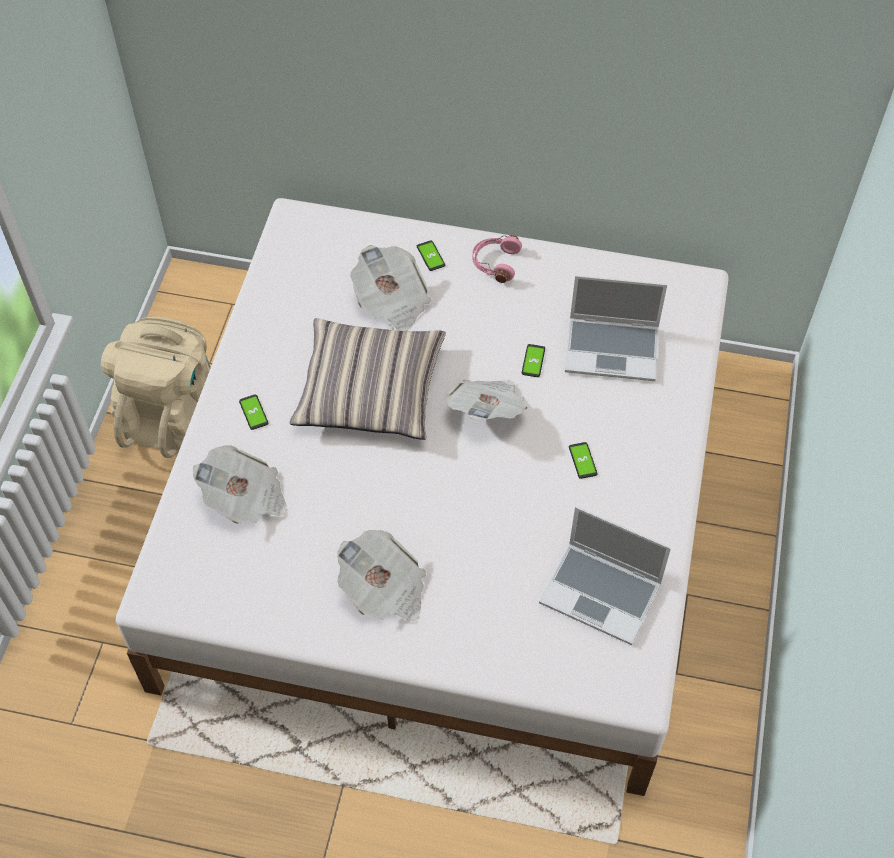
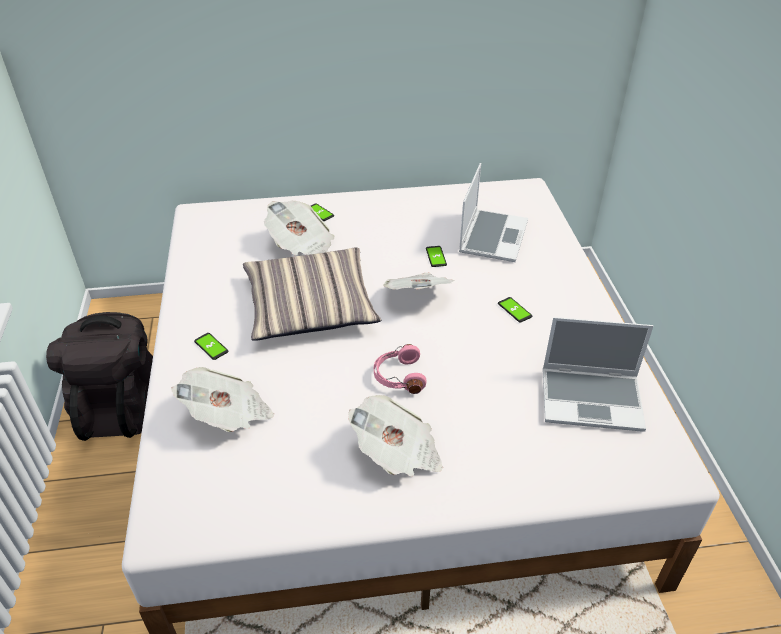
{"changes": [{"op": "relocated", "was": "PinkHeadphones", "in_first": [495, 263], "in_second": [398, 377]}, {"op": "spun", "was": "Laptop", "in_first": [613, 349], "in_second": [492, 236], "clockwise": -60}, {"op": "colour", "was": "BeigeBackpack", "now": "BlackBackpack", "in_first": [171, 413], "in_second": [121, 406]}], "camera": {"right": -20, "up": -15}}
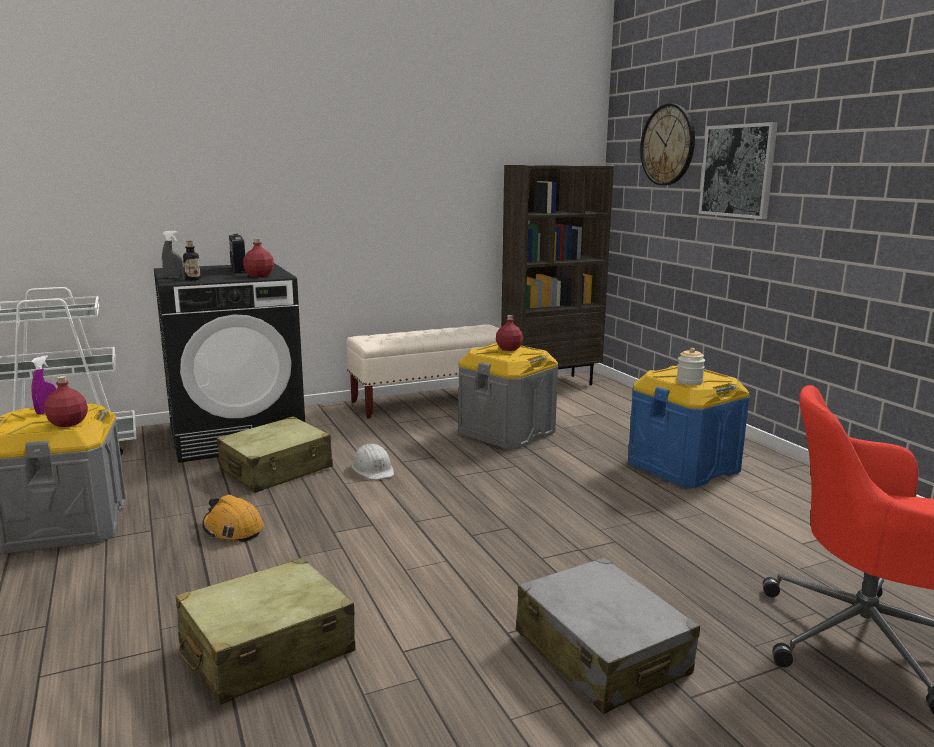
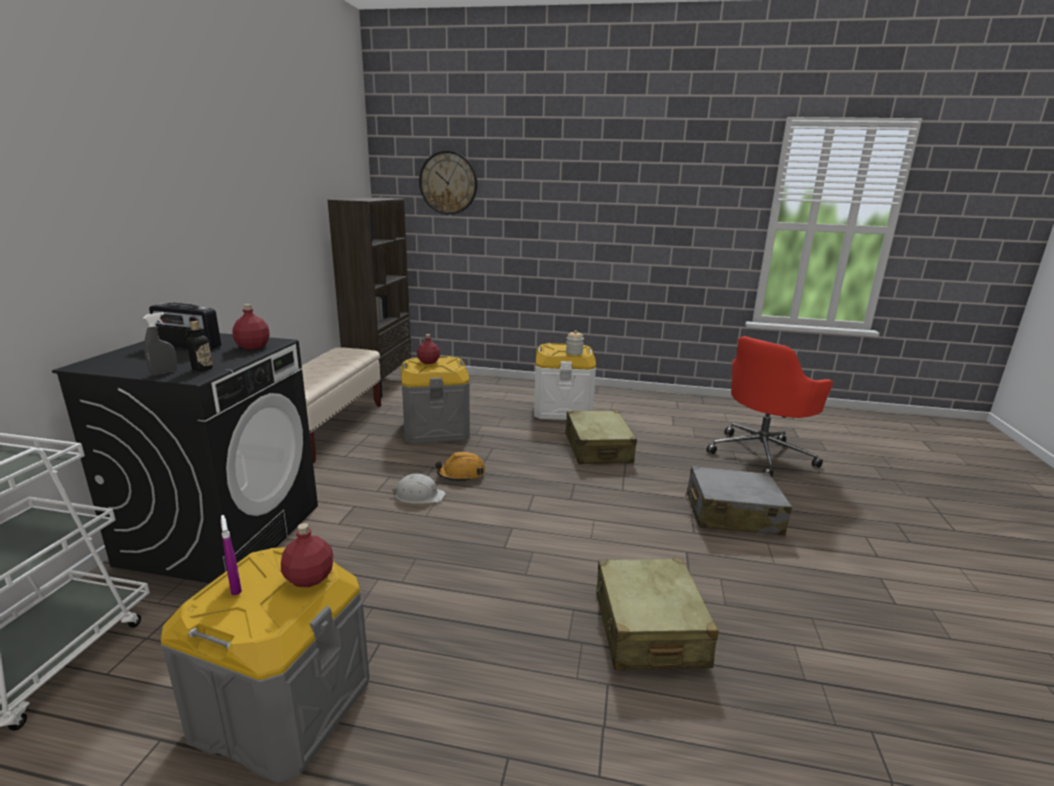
{"changes": [{"op": "missing", "was": "Picture", "in_first": [738, 171]}, {"op": "colour", "was": "BlueStorageBox", "now": "WhiteStorageBox", "in_first": [683, 466], "in_second": [562, 409]}, {"op": "relocated", "was": "BeigeSuitcase", "in_first": [277, 469], "in_second": [598, 449]}, {"op": "relocated", "was": "OrangeHardHat", "in_first": [233, 529], "in_second": [461, 474]}], "camera": {"right": -55, "up": 5}}
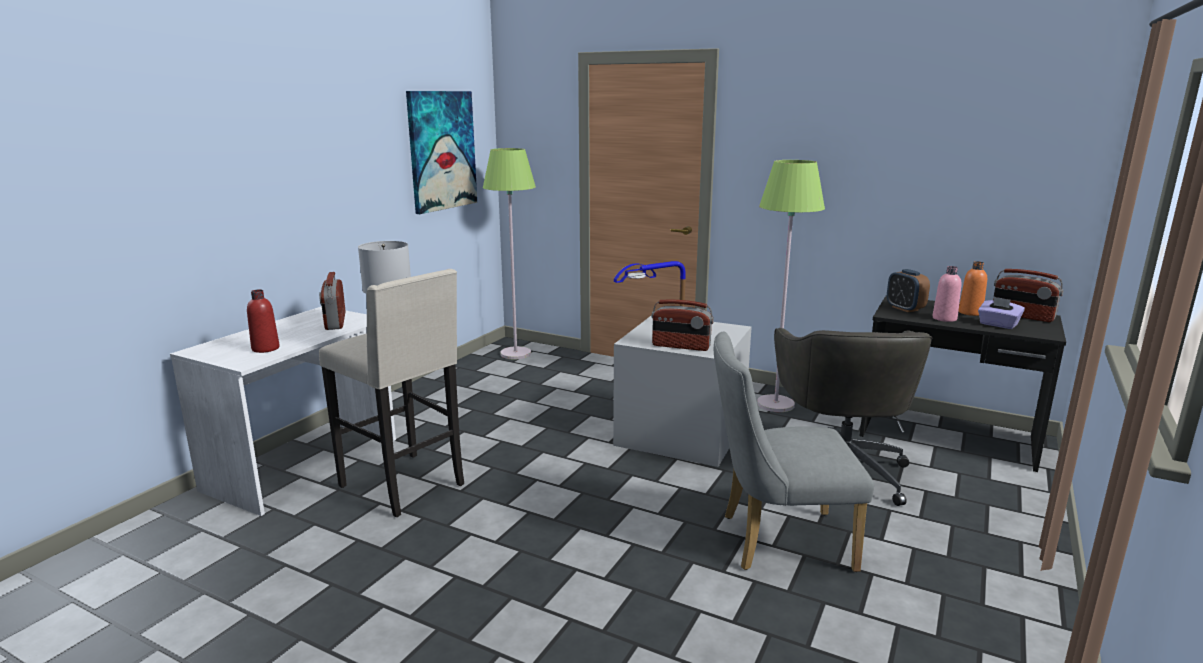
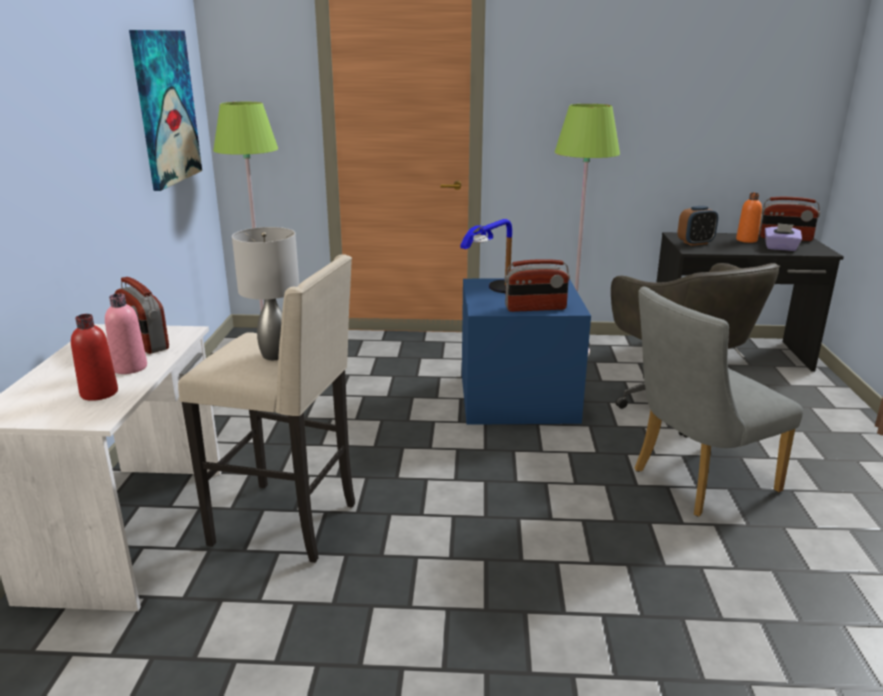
{"changes": [{"op": "relocated", "was": "PinkBottle", "in_first": [944, 318], "in_second": [130, 368]}, {"op": "spun", "was": "AlarmClock", "in_first": [905, 308], "in_second": [695, 243], "clockwise": -60}, {"op": "colour", "was": "GreyStorageBox", "now": "BlueStorageBox", "in_first": [679, 433], "in_second": [516, 398]}], "camera": {"right": -25, "up": 5}}
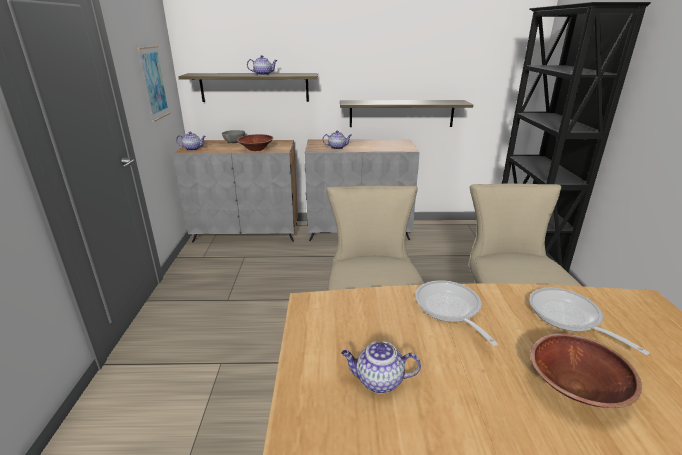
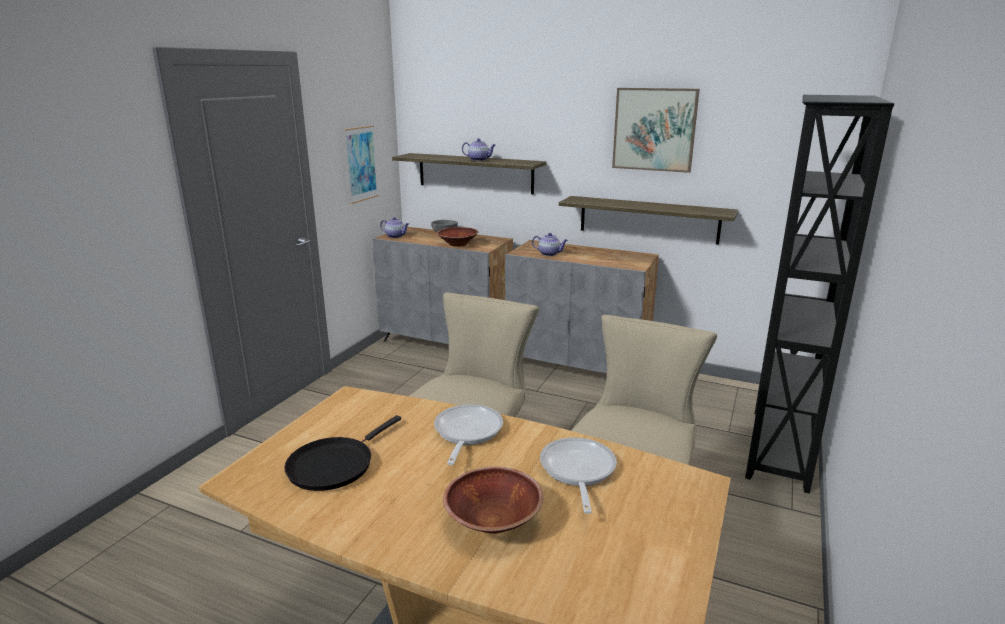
{"changes": [{"op": "exchanged", "was": "Teapot", "now": "BlackFryingPan", "in_first": [378, 381], "in_second": [334, 465]}, {"op": "appeared", "now": "Picture", "in_second": [654, 129]}], "camera": {"right": 25, "up": -5}}
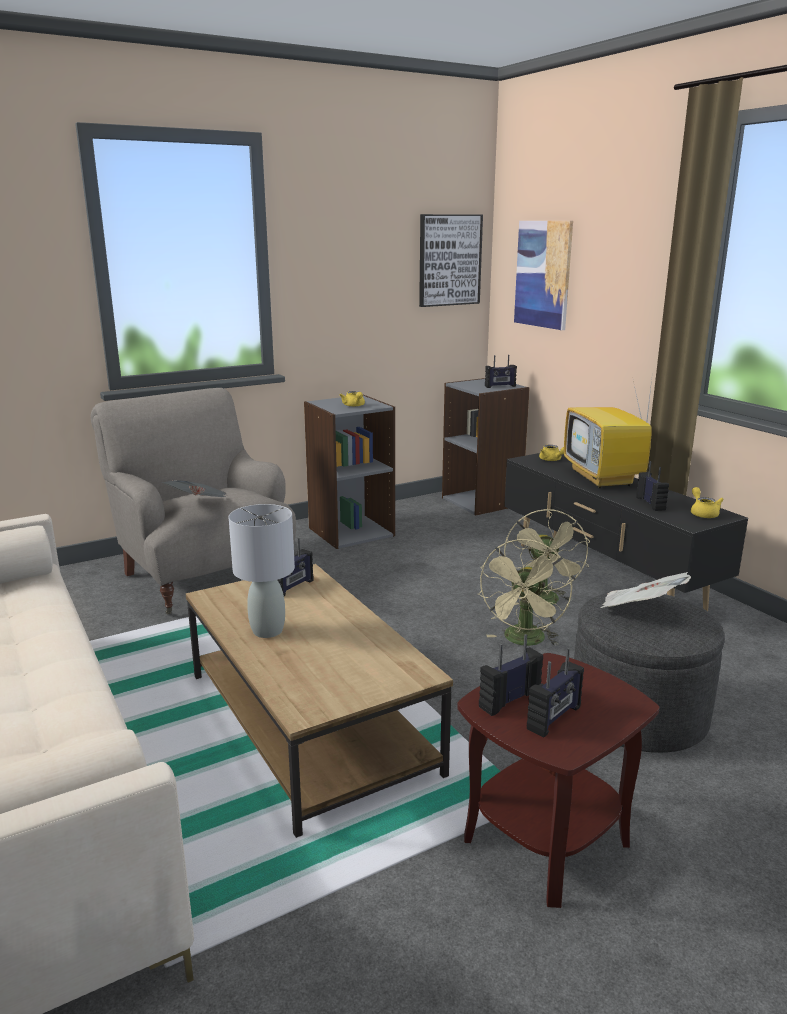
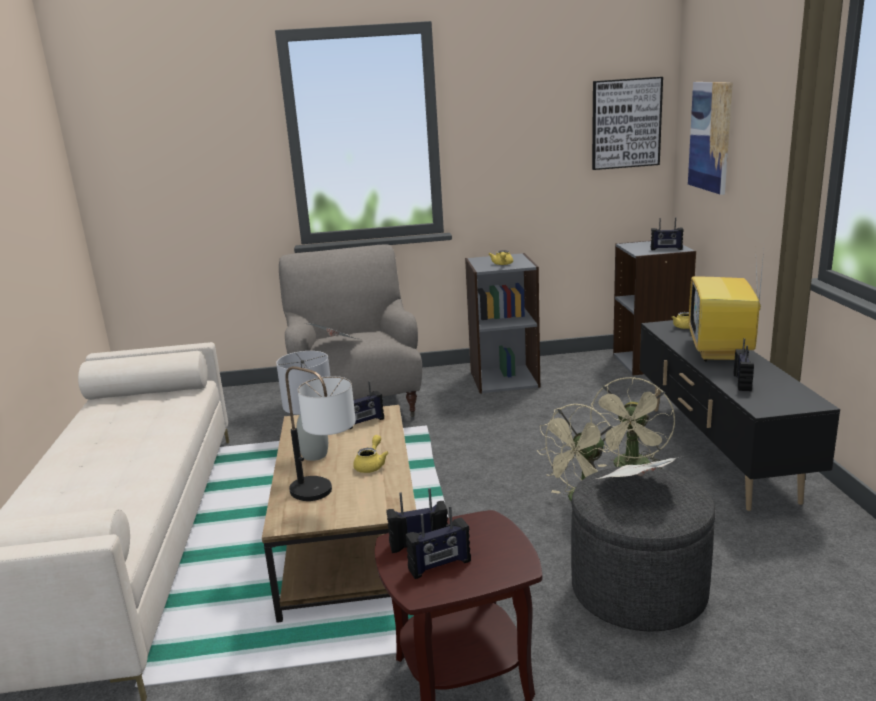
{"changes": [{"op": "relocated", "was": "YellowTeapot", "in_first": [703, 513], "in_second": [371, 465]}, {"op": "appeared", "now": "TableLamp", "in_second": [326, 496]}], "camera": {"right": 25, "up": 0}}
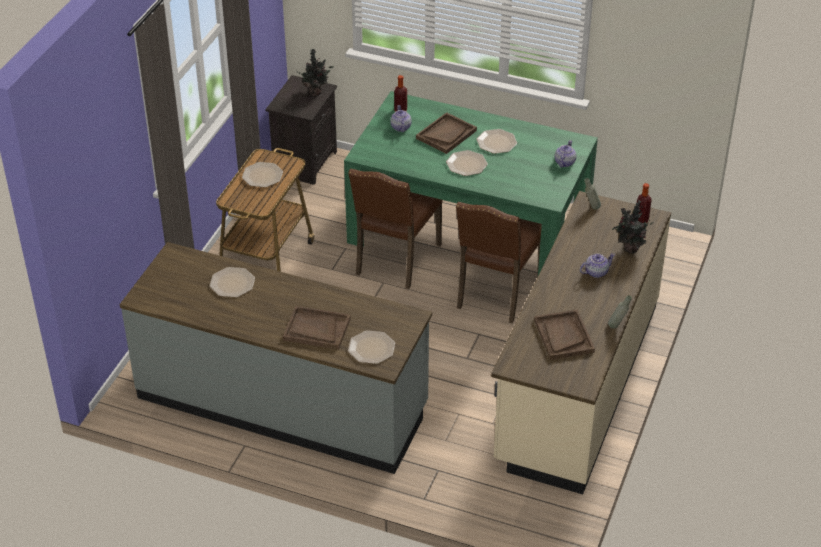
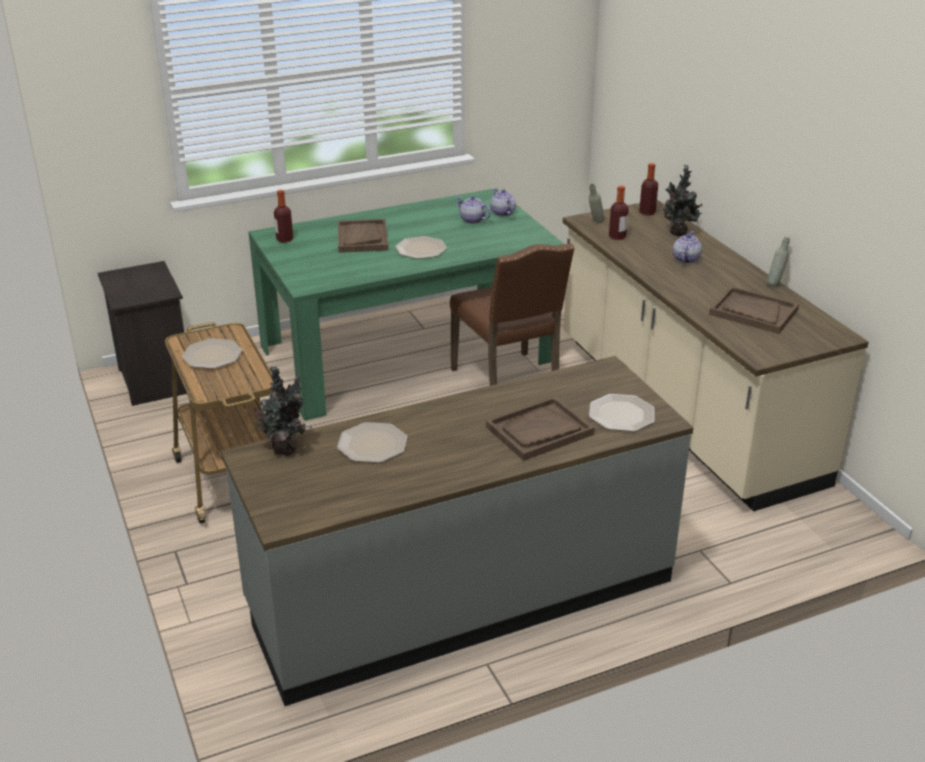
{"changes": [{"op": "relocated", "was": "PottedPlant", "in_first": [316, 92], "in_second": [285, 448]}, {"op": "relocated", "was": "Teapot", "in_first": [400, 127], "in_second": [472, 220]}, {"op": "missing", "was": "Plate", "in_first": [496, 142]}, {"op": "missing", "was": "BrownChair", "in_first": [395, 260]}, {"op": "appeared", "now": "Bottle", "in_second": [617, 237]}], "camera": {"right": -45, "up": -10}}
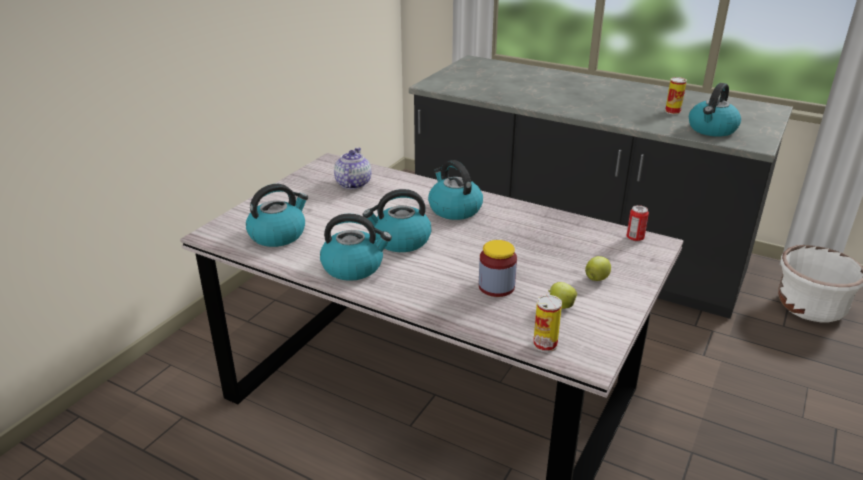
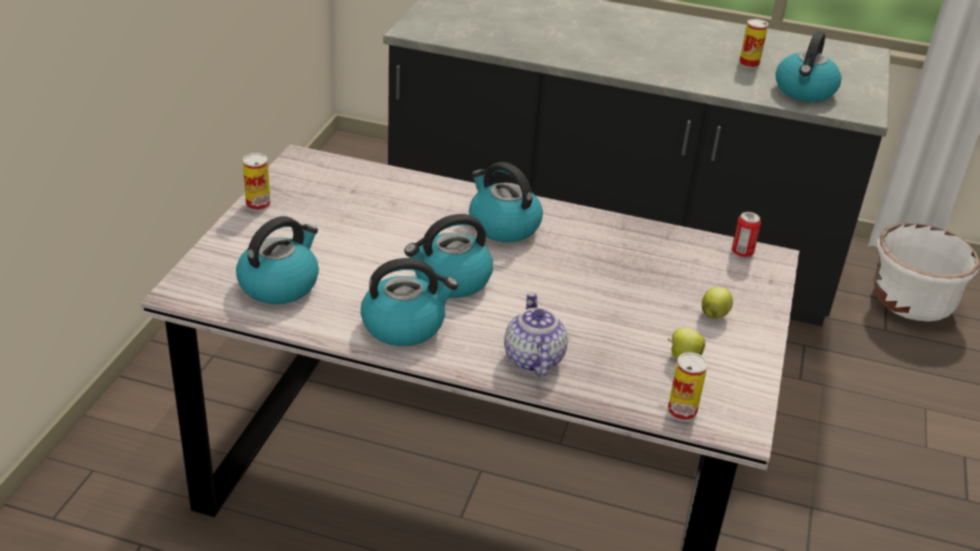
{"changes": [{"op": "relocated", "was": "Teapot", "in_first": [352, 184], "in_second": [532, 358]}, {"op": "missing", "was": "Jar", "in_first": [496, 287]}, {"op": "appeared", "now": "Can", "in_second": [258, 204]}], "camera": {"right": -15, "up": 5}}
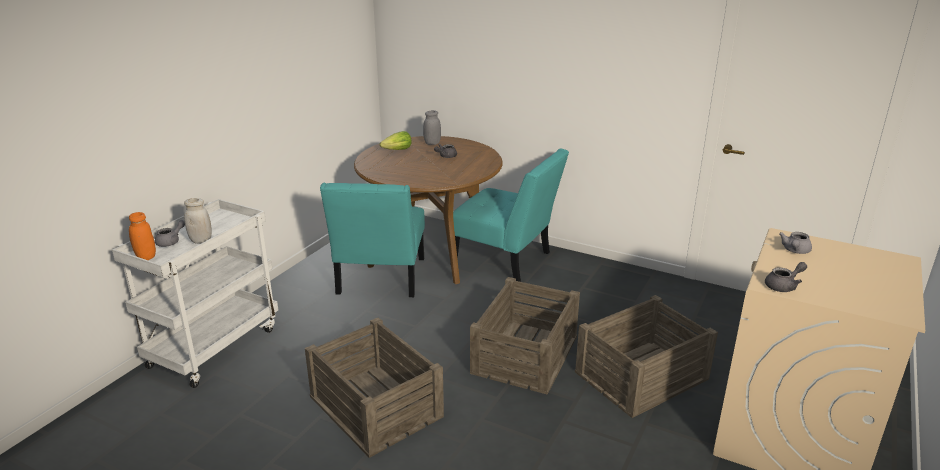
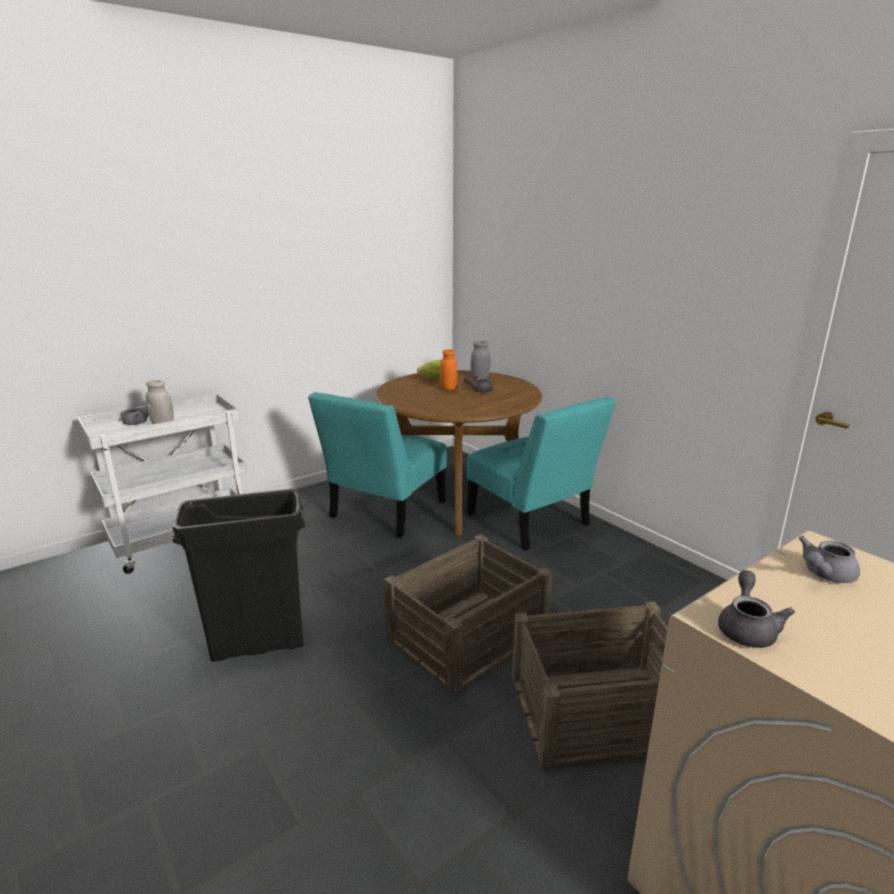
{"changes": [{"op": "relocated", "was": "OrangeJar", "in_first": [146, 257], "in_second": [448, 388]}, {"op": "spun", "was": "GreyTeapot", "in_first": [783, 286], "in_second": [747, 628], "clockwise": -75}, {"op": "exchanged", "was": "Crate", "now": "BlackTrashCan", "in_first": [376, 405], "in_second": [259, 644]}], "camera": {"right": 25, "up": -5}}
